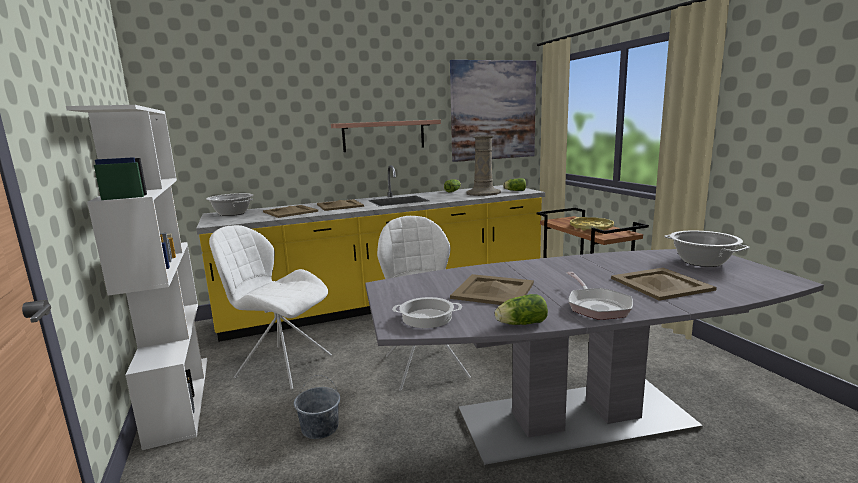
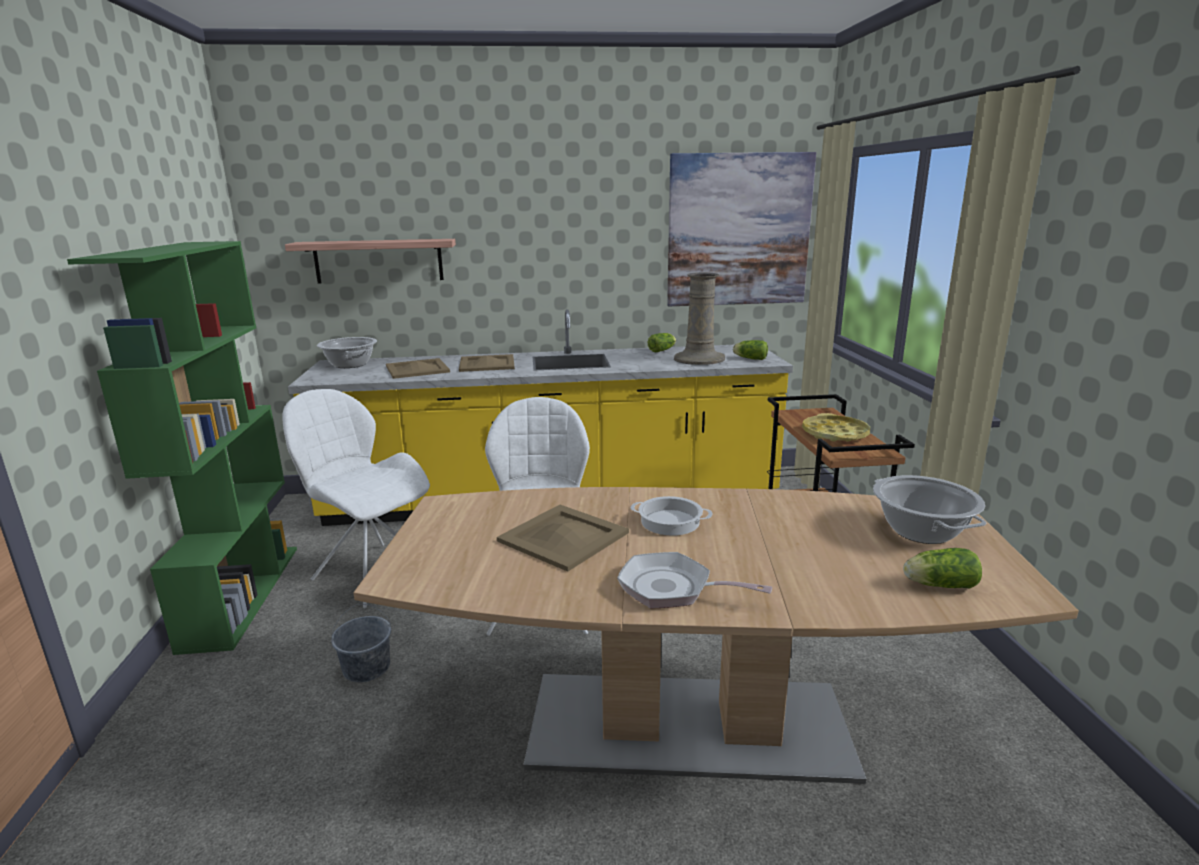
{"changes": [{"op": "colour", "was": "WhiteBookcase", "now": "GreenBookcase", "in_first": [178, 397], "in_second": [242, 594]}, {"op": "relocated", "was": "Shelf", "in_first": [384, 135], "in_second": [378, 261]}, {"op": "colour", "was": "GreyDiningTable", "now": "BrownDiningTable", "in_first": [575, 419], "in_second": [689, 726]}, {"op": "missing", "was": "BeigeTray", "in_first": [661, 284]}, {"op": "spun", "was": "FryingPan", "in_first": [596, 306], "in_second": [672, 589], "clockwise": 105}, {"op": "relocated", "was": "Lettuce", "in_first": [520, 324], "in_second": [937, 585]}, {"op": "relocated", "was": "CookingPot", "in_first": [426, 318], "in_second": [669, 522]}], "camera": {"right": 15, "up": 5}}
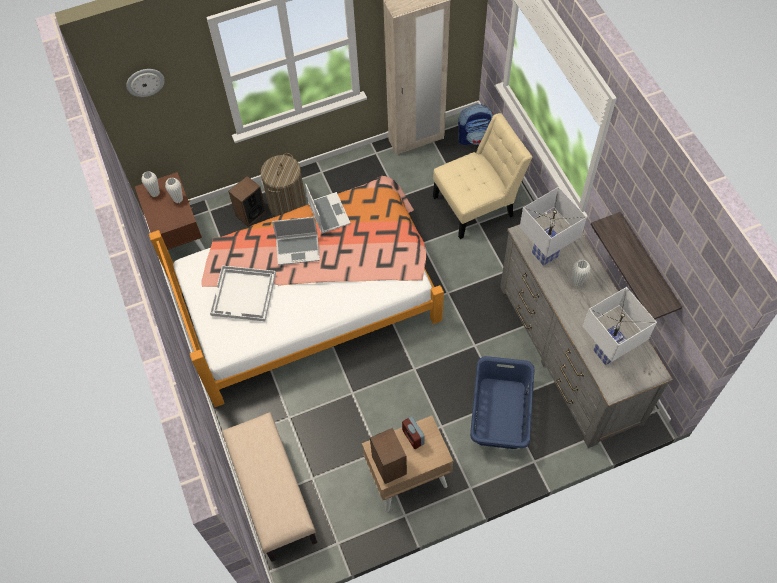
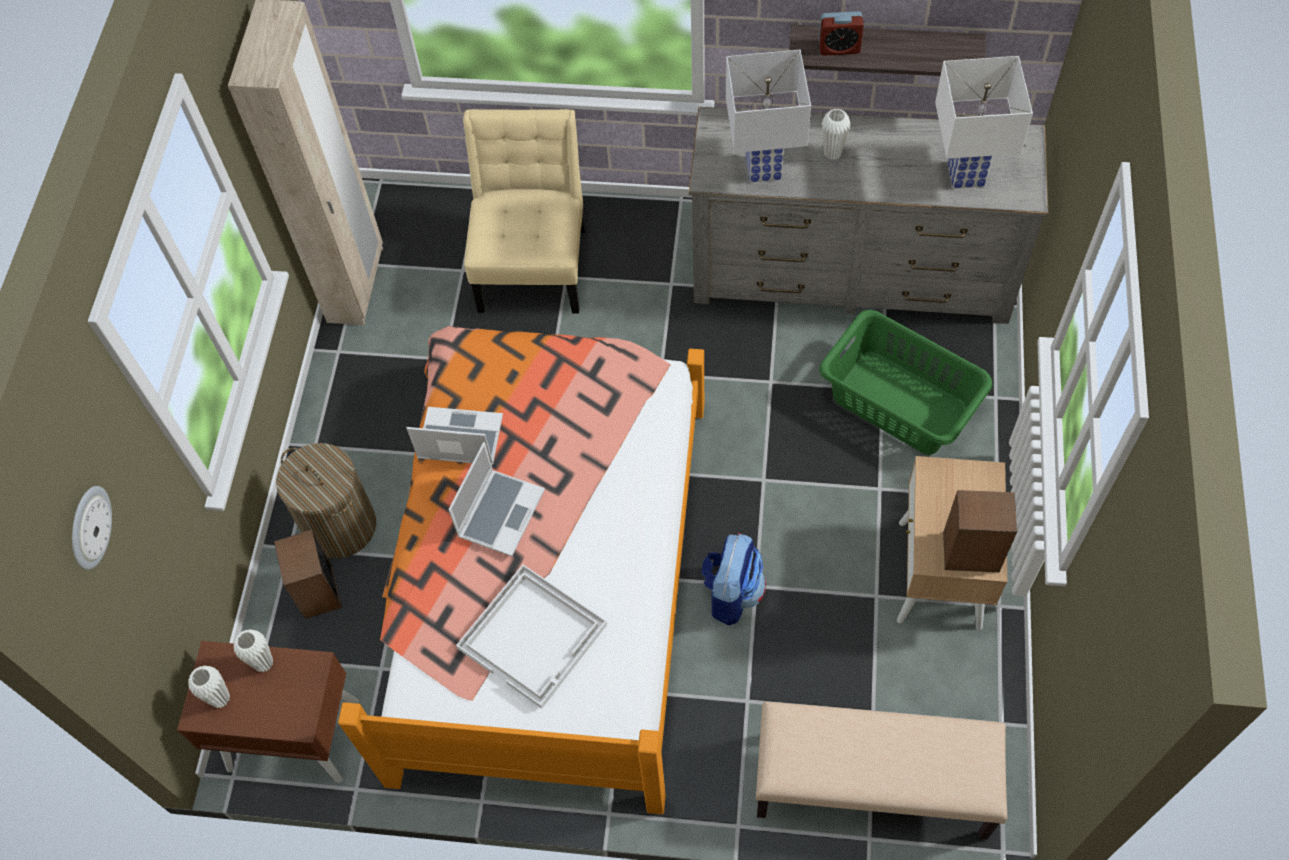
{"changes": [{"op": "relocated", "was": "Backpack", "in_first": [474, 137], "in_second": [731, 592]}, {"op": "colour", "was": "BlueLaundryBasket", "now": "GreenLaundryBasket", "in_first": [499, 413], "in_second": [899, 403]}, {"op": "relocated", "was": "AlarmClock", "in_first": [413, 437], "in_second": [839, 48]}], "camera": {"right": -60, "up": 0}}
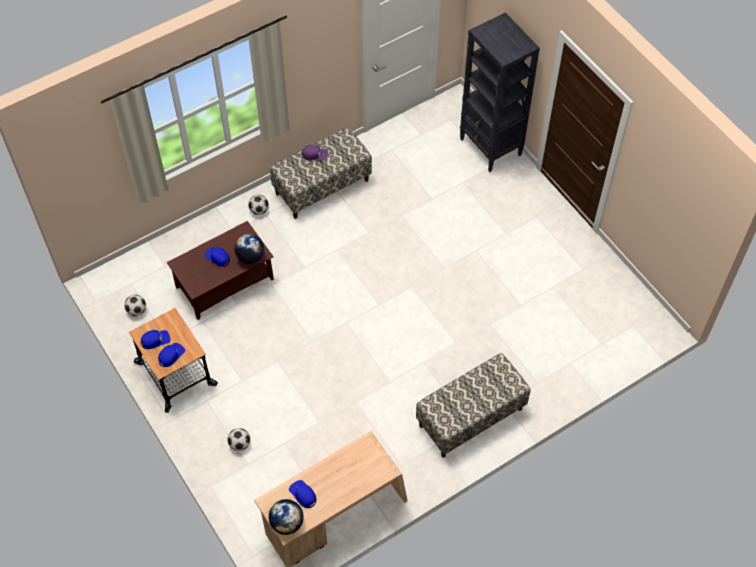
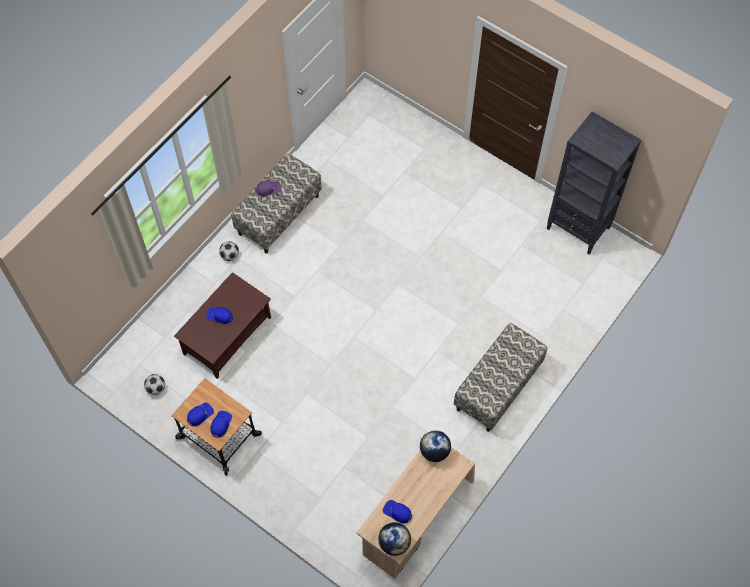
{"changes": [{"op": "relocated", "was": "BlackBookcase", "in_first": [491, 147], "in_second": [578, 228]}, {"op": "relocated", "was": "Globe", "in_first": [250, 257], "in_second": [434, 451]}, {"op": "missing", "was": "Football", "in_first": [240, 444]}], "camera": {"right": -20, "up": 5}}
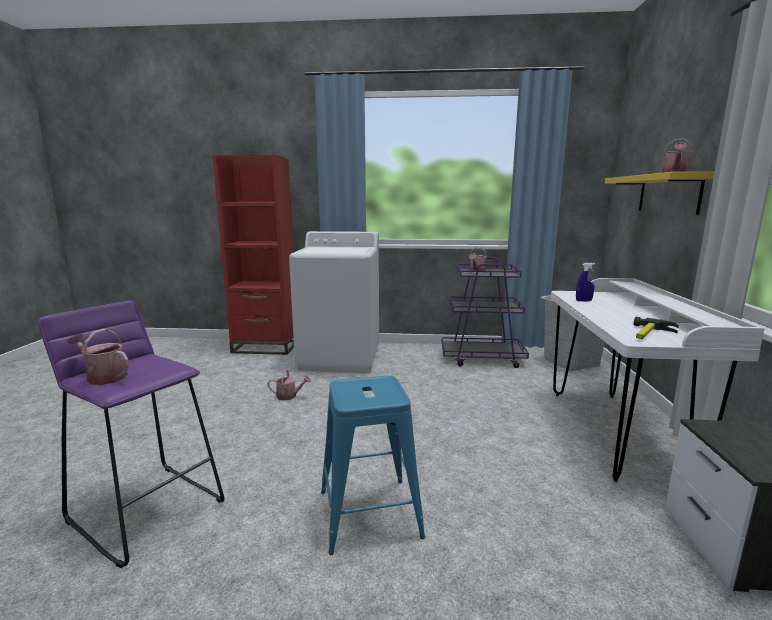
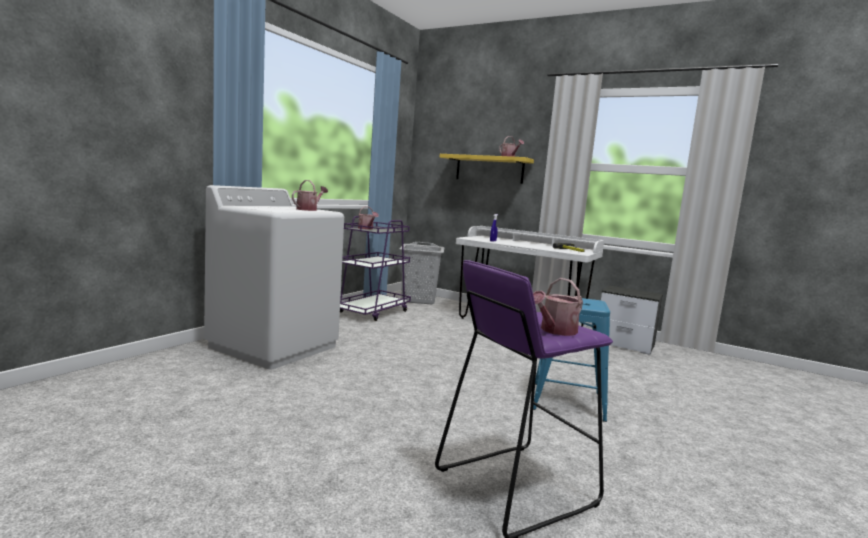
{"changes": [{"op": "missing", "was": "RedBookcase", "in_first": [265, 347]}, {"op": "relocated", "was": "WateringCan", "in_first": [289, 396], "in_second": [309, 209]}], "camera": {"right": -65, "up": -5}}
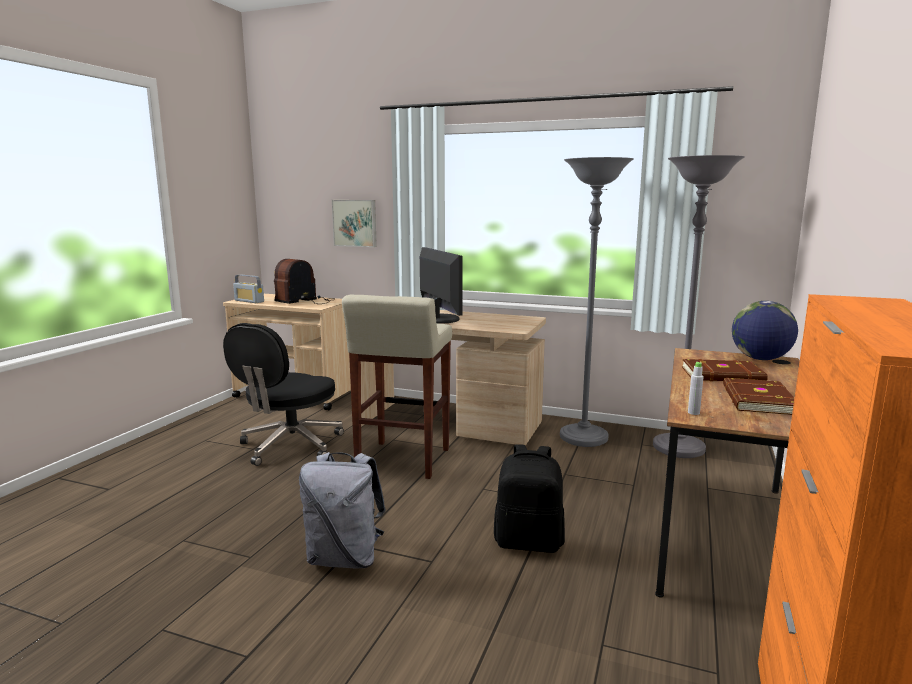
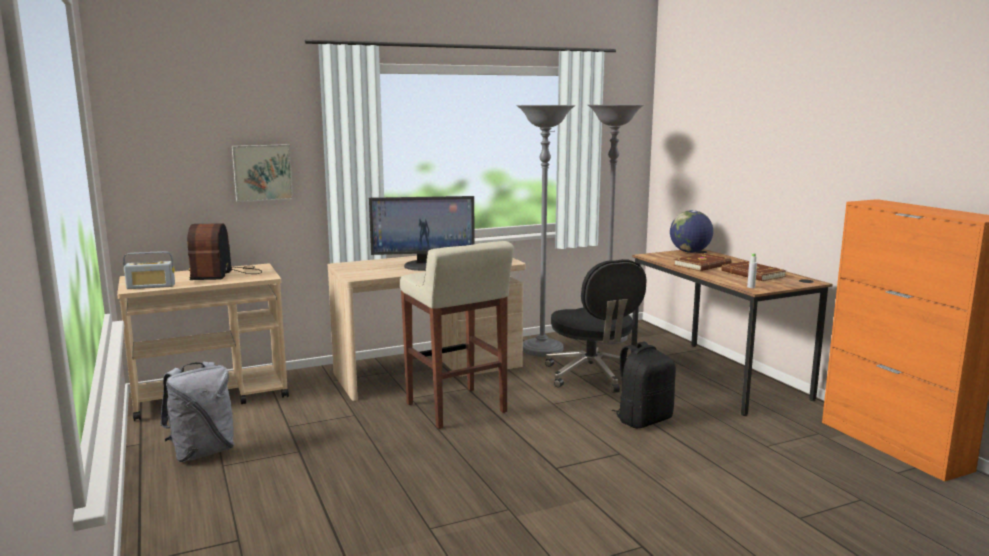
{"changes": [{"op": "spun", "was": "Monitor", "in_first": [439, 319], "in_second": [423, 266], "clockwise": 150}, {"op": "relocated", "was": "BlackOfficeChair", "in_first": [290, 446], "in_second": [592, 375]}, {"op": "relocated", "was": "GreyBackpack", "in_first": [345, 558], "in_second": [202, 452]}], "camera": {"right": -45, "up": 0}}
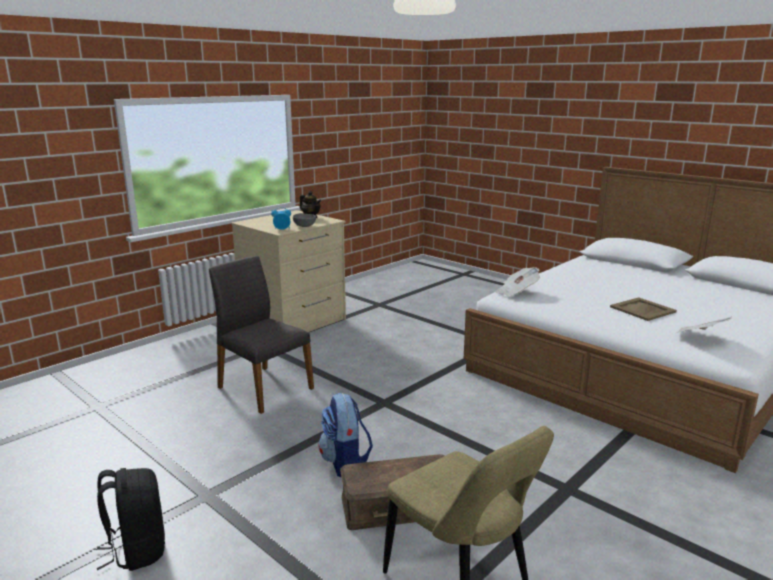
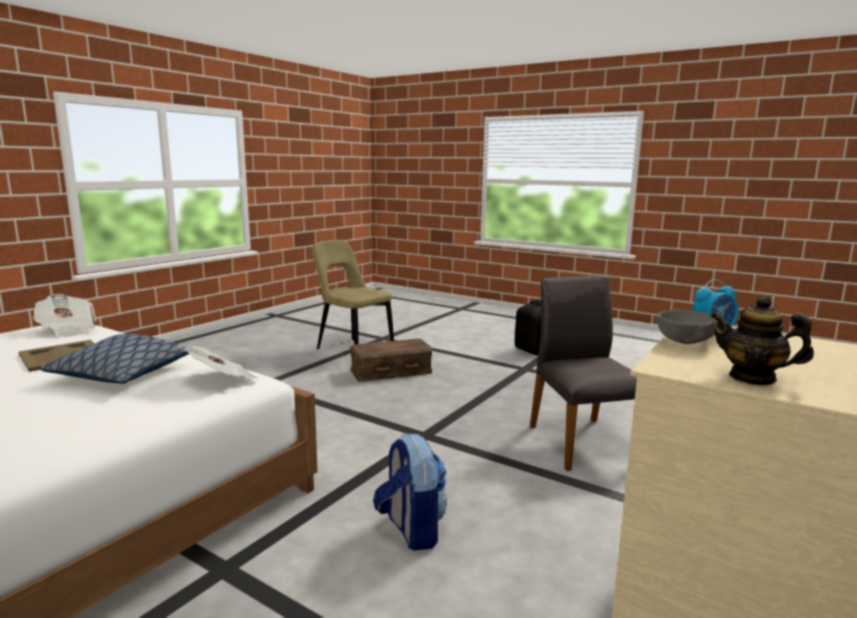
{"changes": [{"op": "spun", "was": "GreyChair", "in_first": [263, 388], "in_second": [583, 442], "clockwise": -135}, {"op": "relocated", "was": "Backpack", "in_first": [345, 463], "in_second": [411, 530]}, {"op": "appeared", "now": "Pillow", "in_second": [123, 374]}], "camera": {"right": 170, "up": -5}}
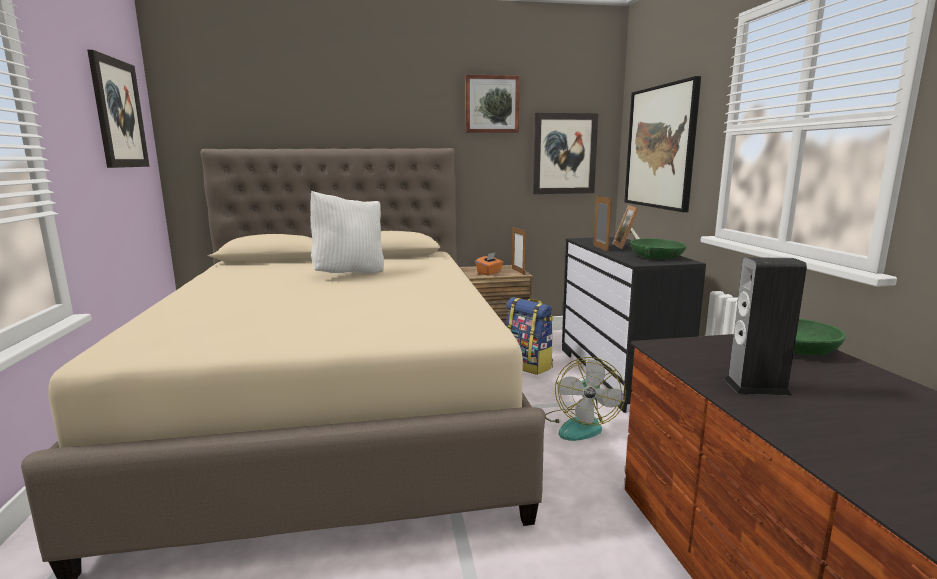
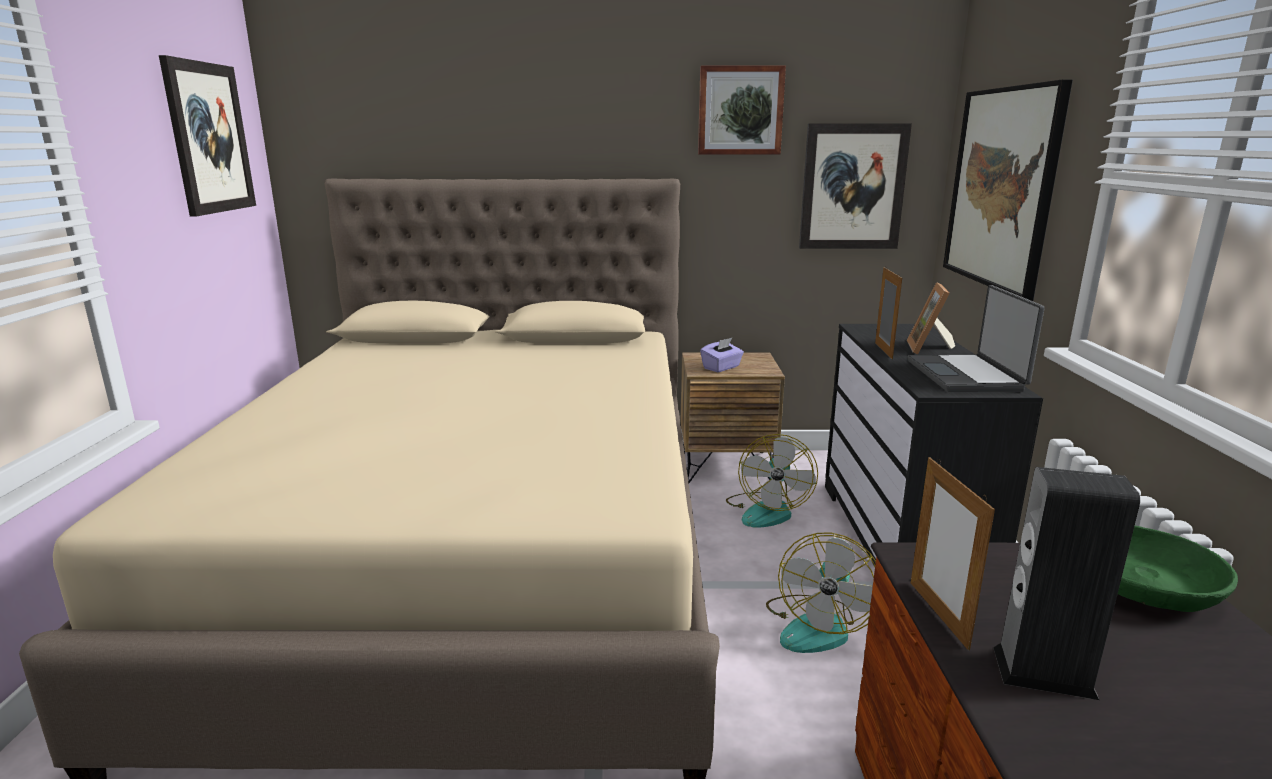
{"changes": [{"op": "missing", "was": "WhitePillow", "in_first": [350, 274]}, {"op": "relocated", "was": "PictureFrame", "in_first": [518, 271], "in_second": [938, 614]}, {"op": "exchanged", "was": "GreenBowl", "now": "Laptop", "in_first": [656, 256], "in_second": [966, 375]}, {"op": "colour", "was": "OrangeTissueBox", "now": "PurpleTissueBox", "in_first": [489, 273], "in_second": [721, 368]}, {"op": "exchanged", "was": "Backpack", "now": "Fan", "in_first": [528, 365], "in_second": [767, 510]}], "camera": {"right": 10, "up": 5}}
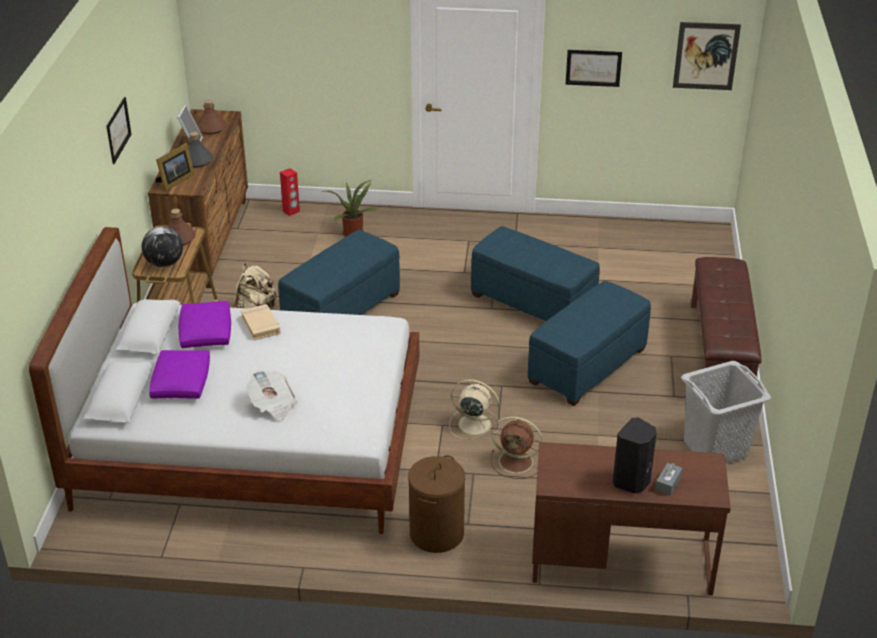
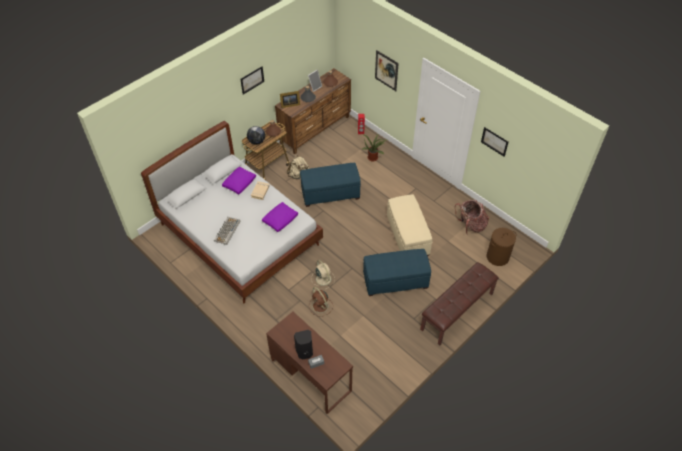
{"changes": [{"op": "relocated", "was": "Picture", "in_first": [706, 56], "in_second": [386, 70]}, {"op": "colour", "was": "BlueOttoman", "now": "BeigeOttoman", "in_first": [533, 303], "in_second": [408, 236]}, {"op": "relocated", "was": "PurplePillow", "in_first": [181, 382], "in_second": [280, 219]}, {"op": "missing", "was": "GreyLaundryBasket", "in_first": [716, 449]}, {"op": "exchanged", "was": "Newspaper", "now": "Keyboard", "in_first": [273, 405], "in_second": [227, 231]}, {"op": "relocated", "was": "BrownLaundryBasket", "in_first": [436, 534], "in_second": [497, 257]}, {"op": "appeared", "now": "Backpack", "in_second": [471, 225]}], "camera": {"right": 40, "up": 15}}
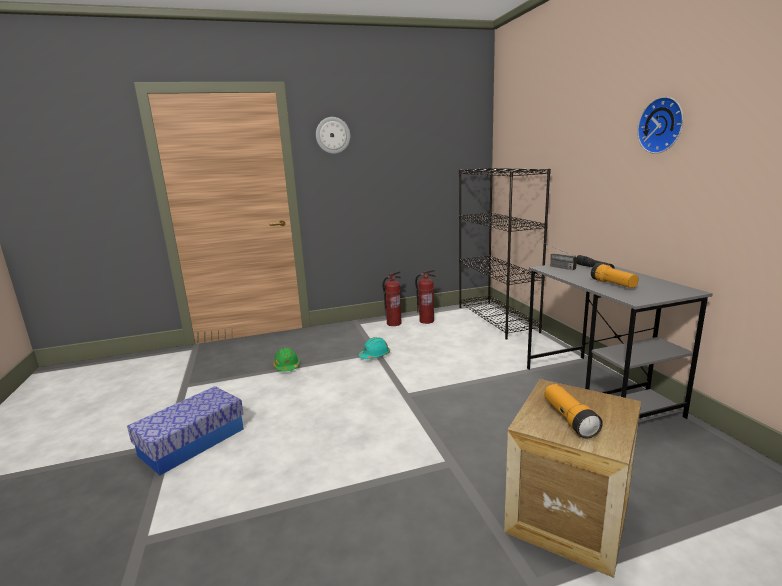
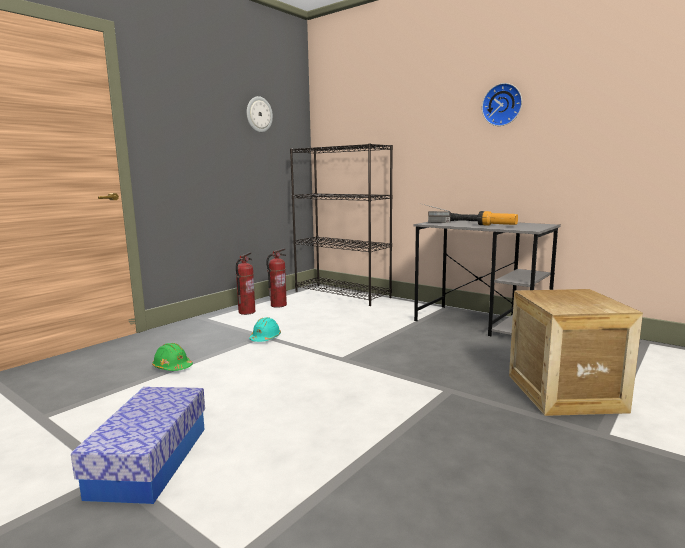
{"changes": [{"op": "relocated", "was": "WallClock", "in_first": [333, 135], "in_second": [259, 114]}, {"op": "missing", "was": "Flashlight", "in_first": [569, 419]}], "camera": {"right": -35, "up": -5}}
